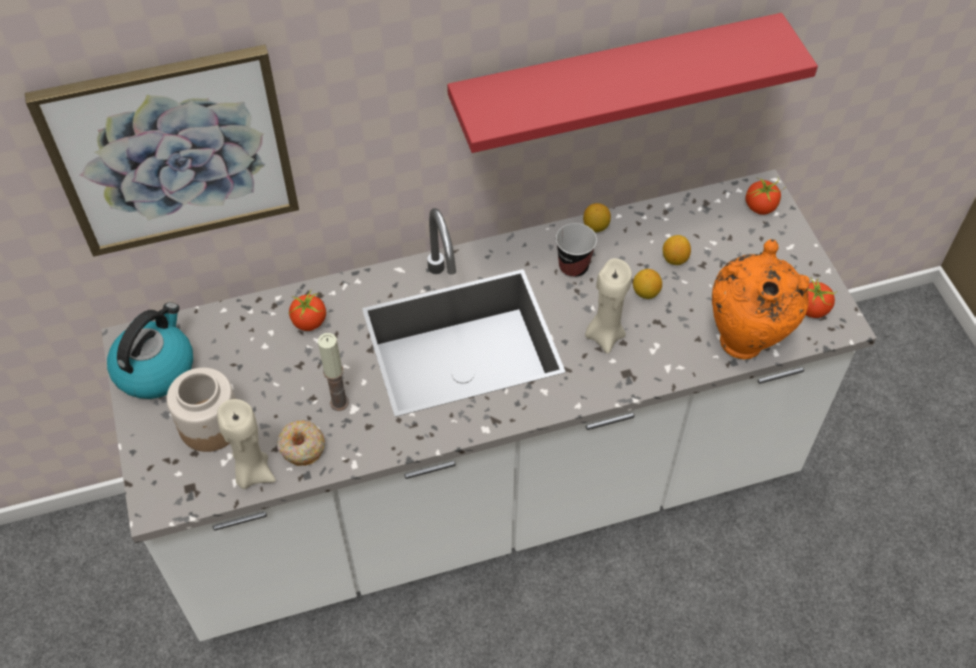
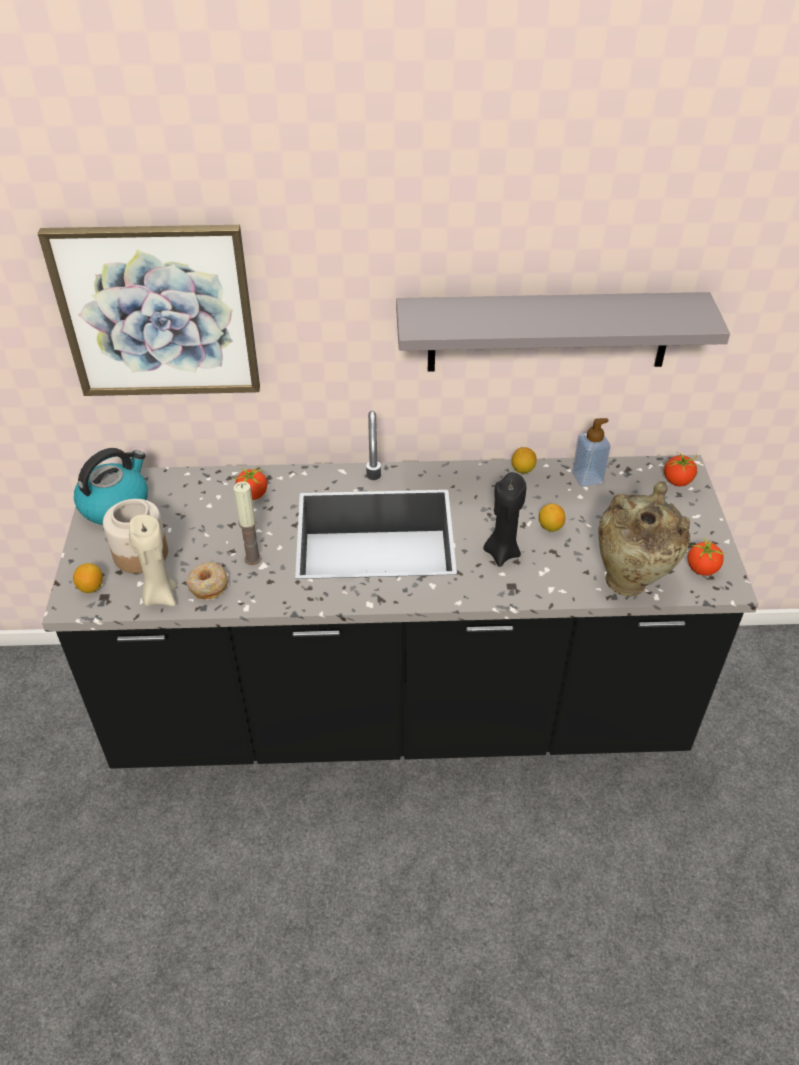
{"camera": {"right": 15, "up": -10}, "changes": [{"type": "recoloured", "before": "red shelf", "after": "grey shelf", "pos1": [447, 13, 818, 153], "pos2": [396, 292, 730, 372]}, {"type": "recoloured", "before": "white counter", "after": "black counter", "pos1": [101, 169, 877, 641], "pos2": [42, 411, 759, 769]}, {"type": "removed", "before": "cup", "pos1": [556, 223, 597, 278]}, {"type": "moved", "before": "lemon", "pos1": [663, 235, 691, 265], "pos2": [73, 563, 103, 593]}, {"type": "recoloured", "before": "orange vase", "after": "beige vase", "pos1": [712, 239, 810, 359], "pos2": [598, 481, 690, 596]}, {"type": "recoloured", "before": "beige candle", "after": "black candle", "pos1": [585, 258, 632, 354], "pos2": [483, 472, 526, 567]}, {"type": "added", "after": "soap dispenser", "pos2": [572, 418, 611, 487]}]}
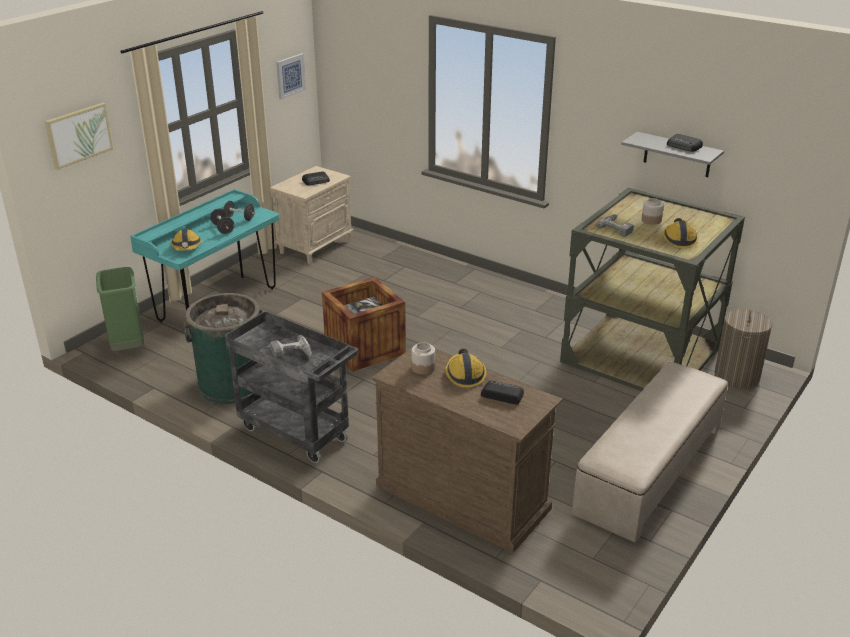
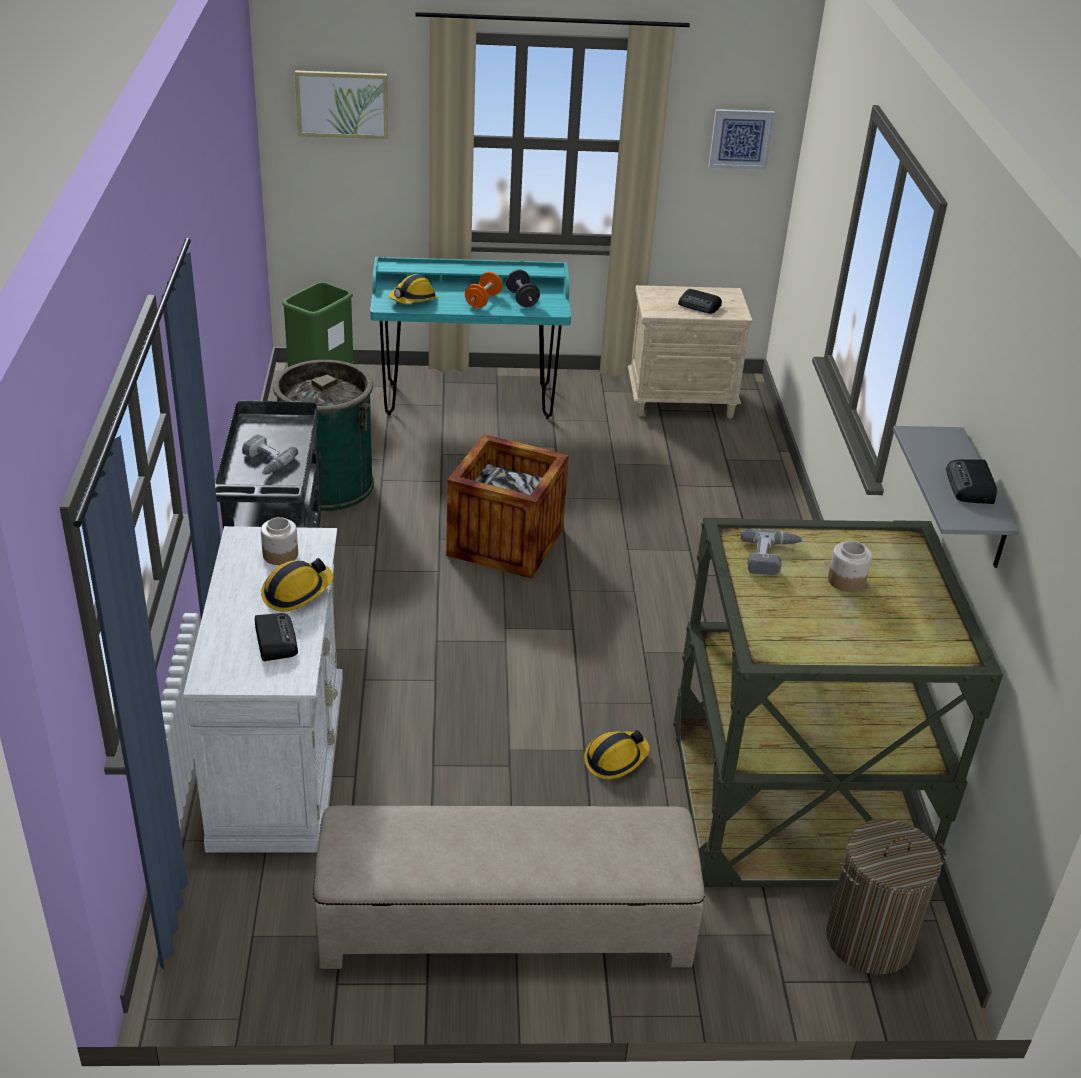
{"camera": {"right": 50, "up": 5}, "changes": [{"type": "recoloured", "before": "black dumbbell", "after": "orange dumbbell", "pos1": [210, 209, 234, 234], "pos2": [465, 272, 503, 308]}, {"type": "moved", "before": "hard hat", "pos1": [663, 218, 699, 248], "pos2": [584, 730, 650, 779]}, {"type": "recoloured", "before": "brown dresser", "after": "white dresser", "pos1": [372, 343, 563, 553], "pos2": [183, 526, 343, 853]}]}
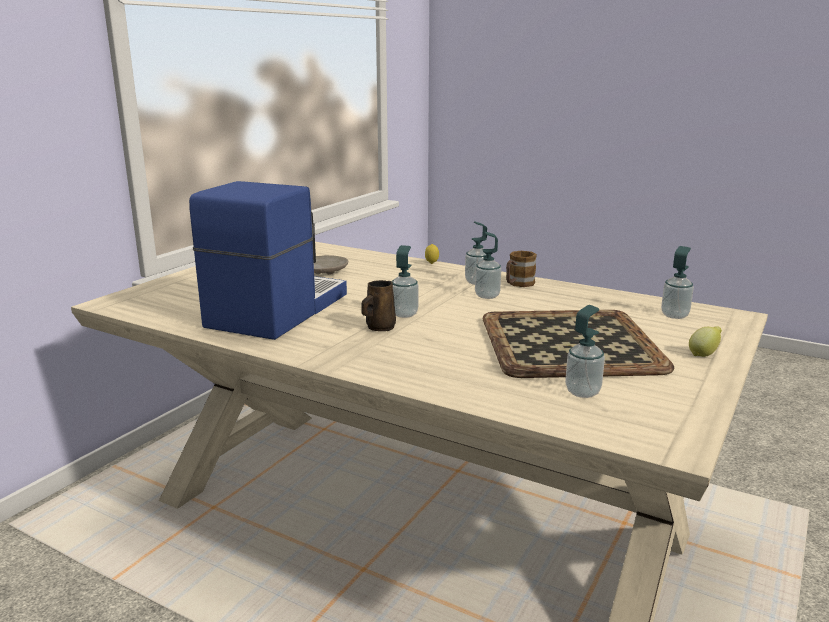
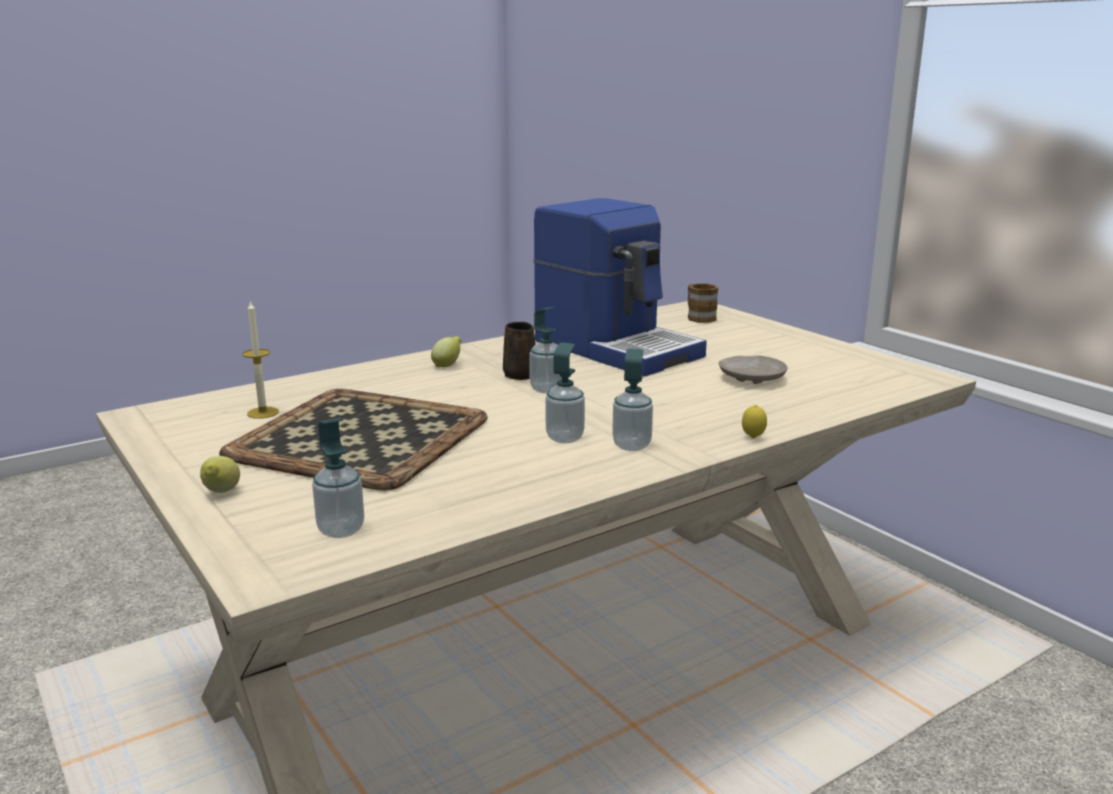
{"camera": {"right": 115, "up": 0}, "changes": [{"type": "moved", "before": "mug", "pos1": [506, 251, 537, 287], "pos2": [688, 284, 718, 323]}, {"type": "replaced", "before": "soap dispenser", "after": "candle", "pos1": [565, 305, 605, 398], "pos2": [242, 300, 279, 419]}, {"type": "added", "after": "lemon", "pos2": [431, 336, 461, 367]}]}
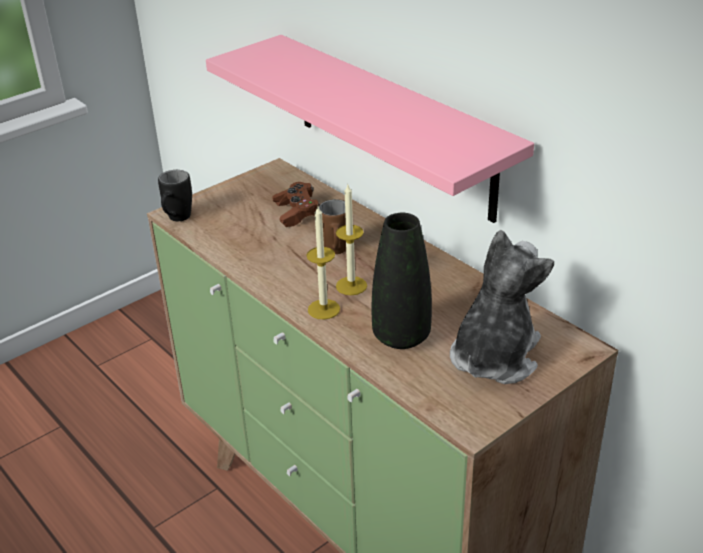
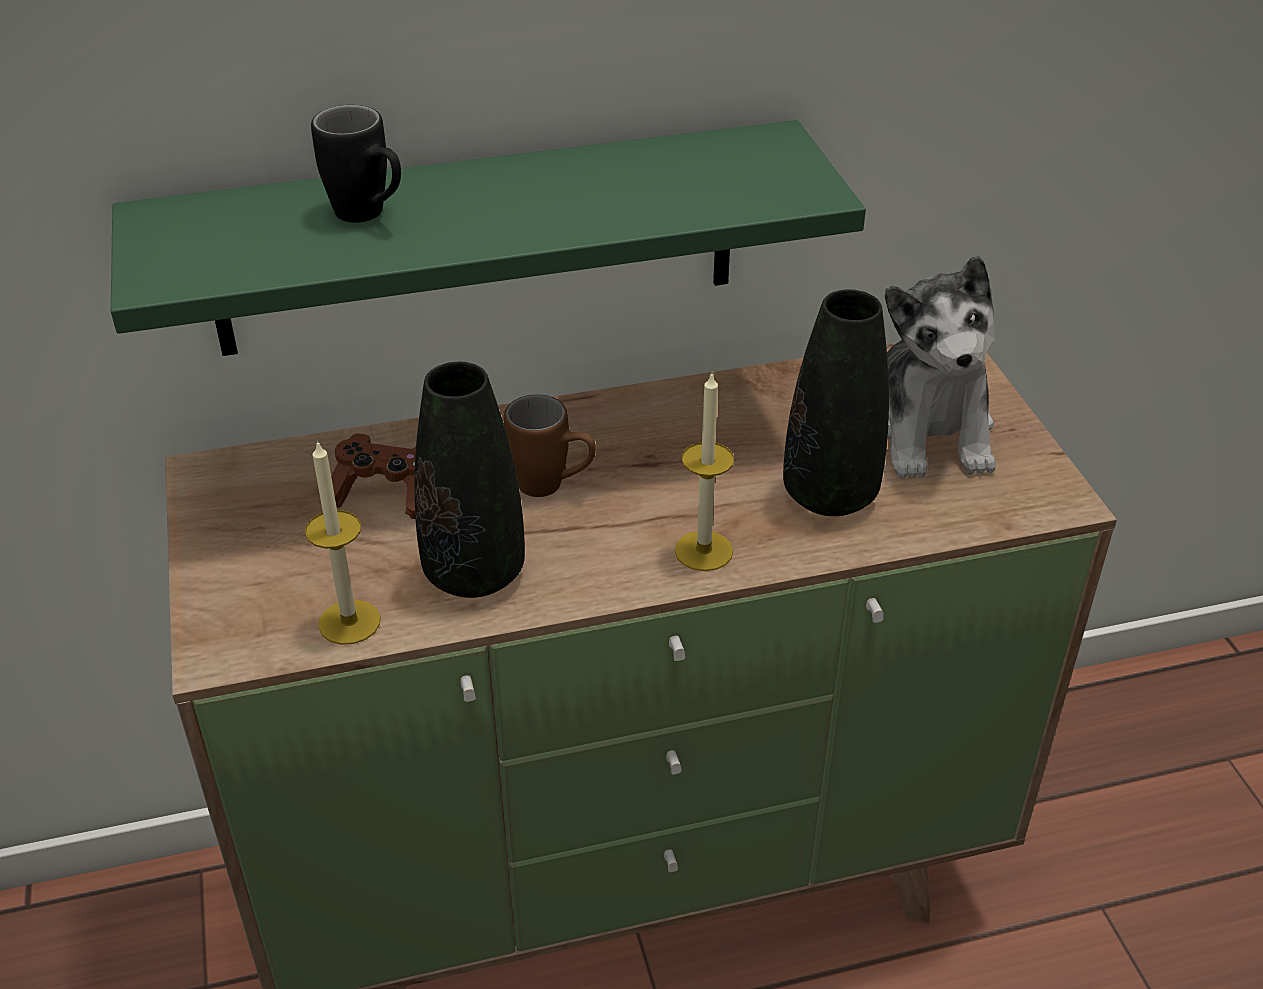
{"camera": {"right": -65, "up": 5}, "changes": [{"type": "recoloured", "before": "pink shelf", "after": "green shelf", "pos1": [206, 35, 534, 223], "pos2": [111, 120, 866, 356]}, {"type": "moved", "before": "black mug", "pos1": [158, 170, 192, 221], "pos2": [311, 105, 401, 223]}, {"type": "moved", "before": "candle", "pos1": [336, 185, 367, 295], "pos2": [305, 440, 381, 645]}, {"type": "turned", "before": "plush toy", "pos1": [450, 230, 554, 384], "pos2": [885, 255, 996, 479], "turn": -150}, {"type": "added", "after": "black vase", "pos2": [414, 362, 525, 598]}]}
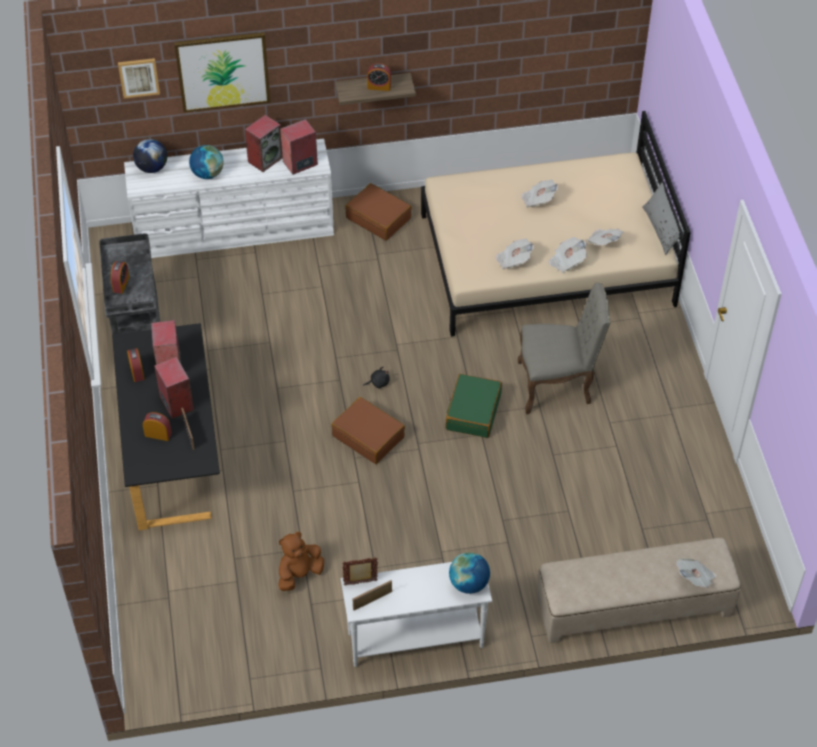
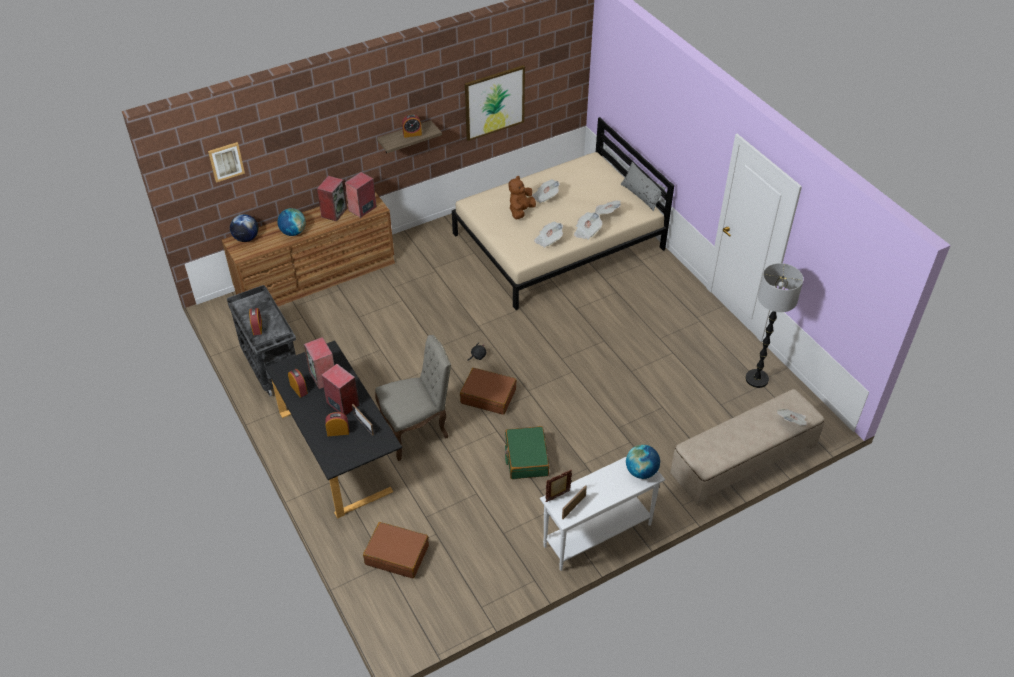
{"camera": {"right": -20, "up": -5}, "changes": [{"type": "moved", "before": "picture", "pos1": [174, 32, 271, 113], "pos2": [465, 65, 525, 141]}, {"type": "recoloured", "before": "white dresser", "after": "brown dresser", "pos1": [124, 139, 334, 258], "pos2": [222, 192, 395, 306]}, {"type": "moved", "before": "brown suitcase", "pos1": [345, 183, 412, 241], "pos2": [363, 522, 429, 578]}, {"type": "moved", "before": "grey chair", "pos1": [518, 282, 610, 414], "pos2": [375, 335, 451, 461]}, {"type": "moved", "before": "green suitcase", "pos1": [446, 374, 502, 438], "pos2": [505, 426, 550, 479]}, {"type": "moved", "before": "brown plush toy", "pos1": [279, 532, 324, 591], "pos2": [509, 176, 536, 219]}, {"type": "added", "after": "floor lamp", "pos2": [745, 263, 803, 388]}]}
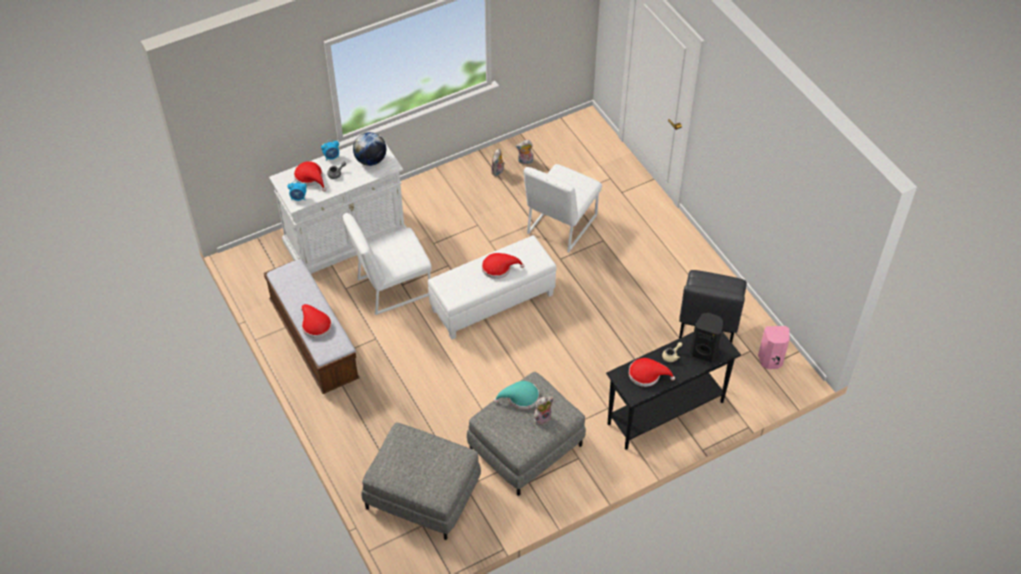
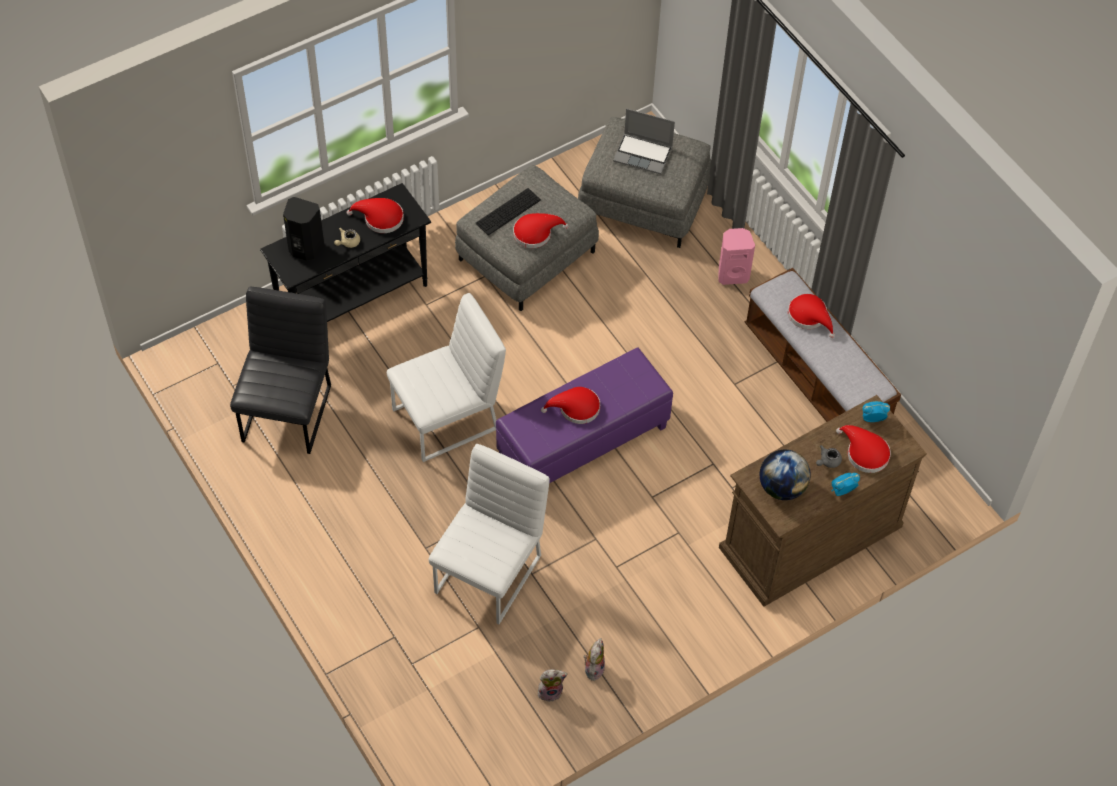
{"camera": {"right": 175, "up": 5}, "changes": [{"type": "recoloured", "before": "white dresser", "after": "brown dresser", "pos1": [269, 135, 407, 274], "pos2": [719, 395, 927, 607]}, {"type": "moved", "before": "white chair", "pos1": [343, 213, 432, 315], "pos2": [387, 293, 506, 462]}, {"type": "recoloured", "before": "white ottoman", "after": "purple ottoman", "pos1": [428, 235, 556, 340], "pos2": [496, 347, 673, 483]}, {"type": "moved", "before": "pink speaker", "pos1": [758, 326, 789, 369], "pos2": [718, 228, 755, 285]}, {"type": "recoloured", "before": "turquoise hat", "after": "red hat", "pos1": [494, 381, 539, 409], "pos2": [513, 213, 569, 248]}, {"type": "replaced", "before": "plush toy", "after": "keyboard", "pos1": [534, 397, 554, 425], "pos2": [476, 188, 541, 235]}, {"type": "added", "after": "laptop", "pos2": [613, 109, 675, 174]}]}
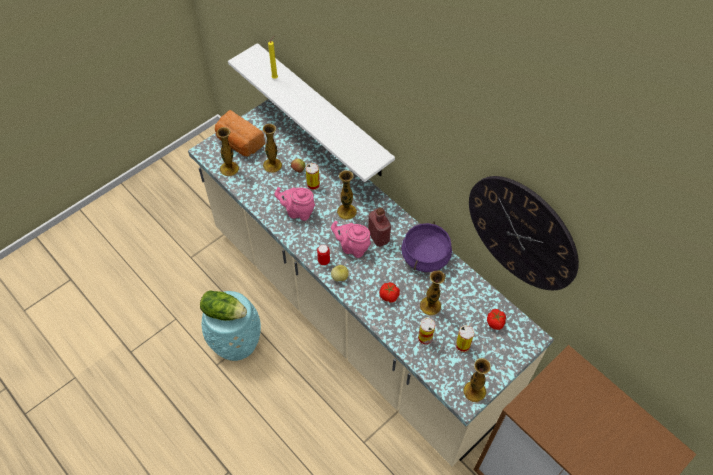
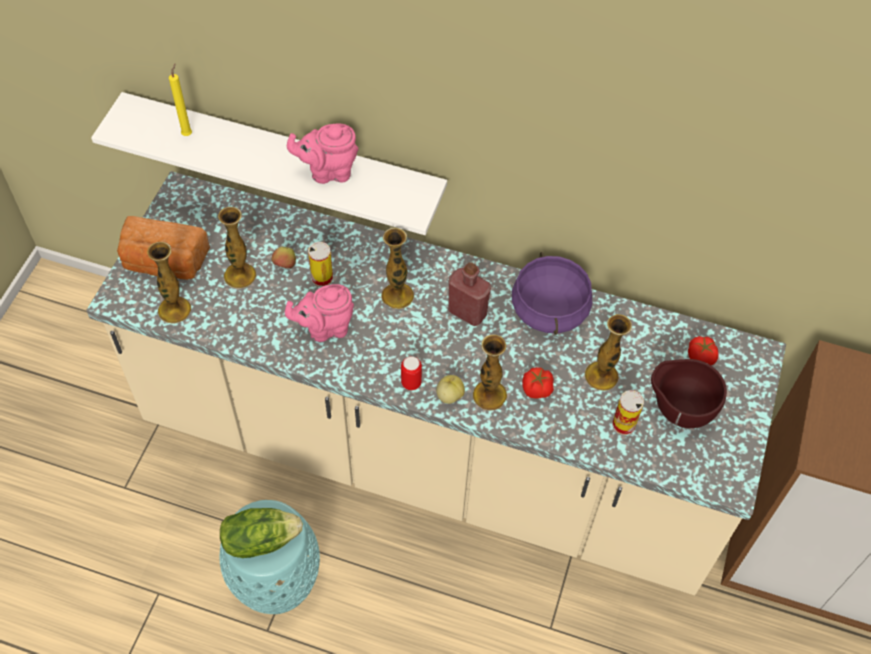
{"camera": {"right": -30, "up": 0}, "changes": [{"type": "removed", "before": "wall clock", "pos1": [469, 176, 579, 290]}, {"type": "moved", "before": "pink teapot", "pos1": [331, 221, 371, 258], "pos2": [287, 123, 358, 184]}, {"type": "replaced", "before": "can", "after": "brown bowl", "pos1": [455, 325, 474, 352], "pos2": [651, 359, 727, 428]}, {"type": "moved", "before": "vase", "pos1": [463, 358, 491, 403], "pos2": [473, 334, 507, 411]}]}
